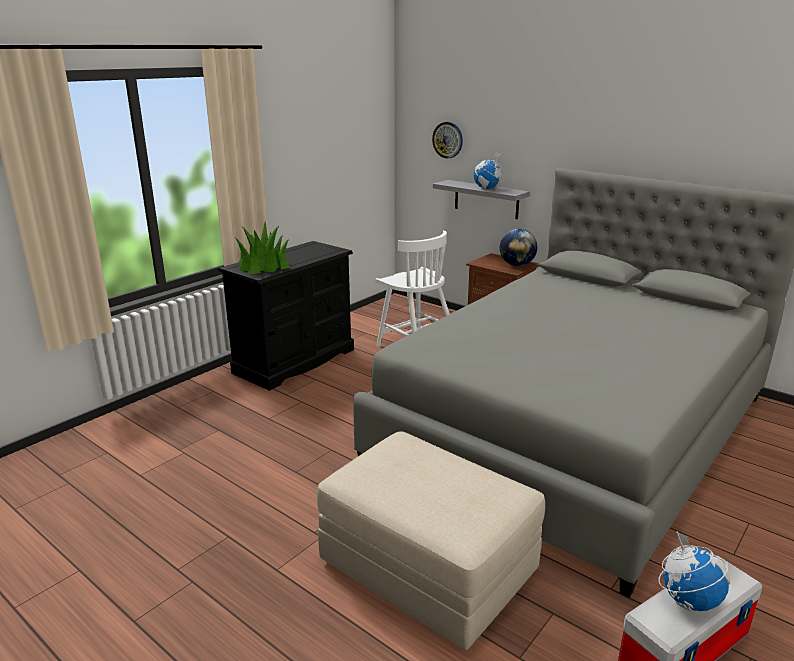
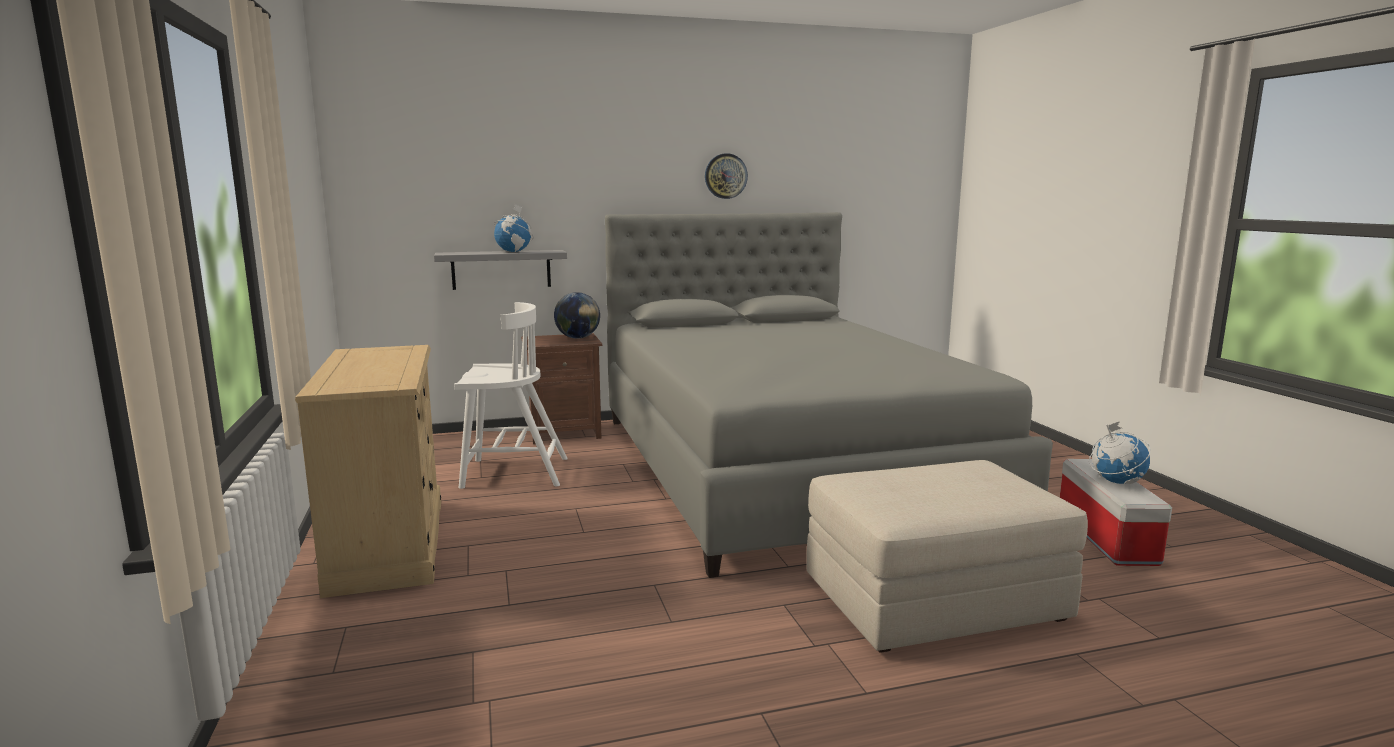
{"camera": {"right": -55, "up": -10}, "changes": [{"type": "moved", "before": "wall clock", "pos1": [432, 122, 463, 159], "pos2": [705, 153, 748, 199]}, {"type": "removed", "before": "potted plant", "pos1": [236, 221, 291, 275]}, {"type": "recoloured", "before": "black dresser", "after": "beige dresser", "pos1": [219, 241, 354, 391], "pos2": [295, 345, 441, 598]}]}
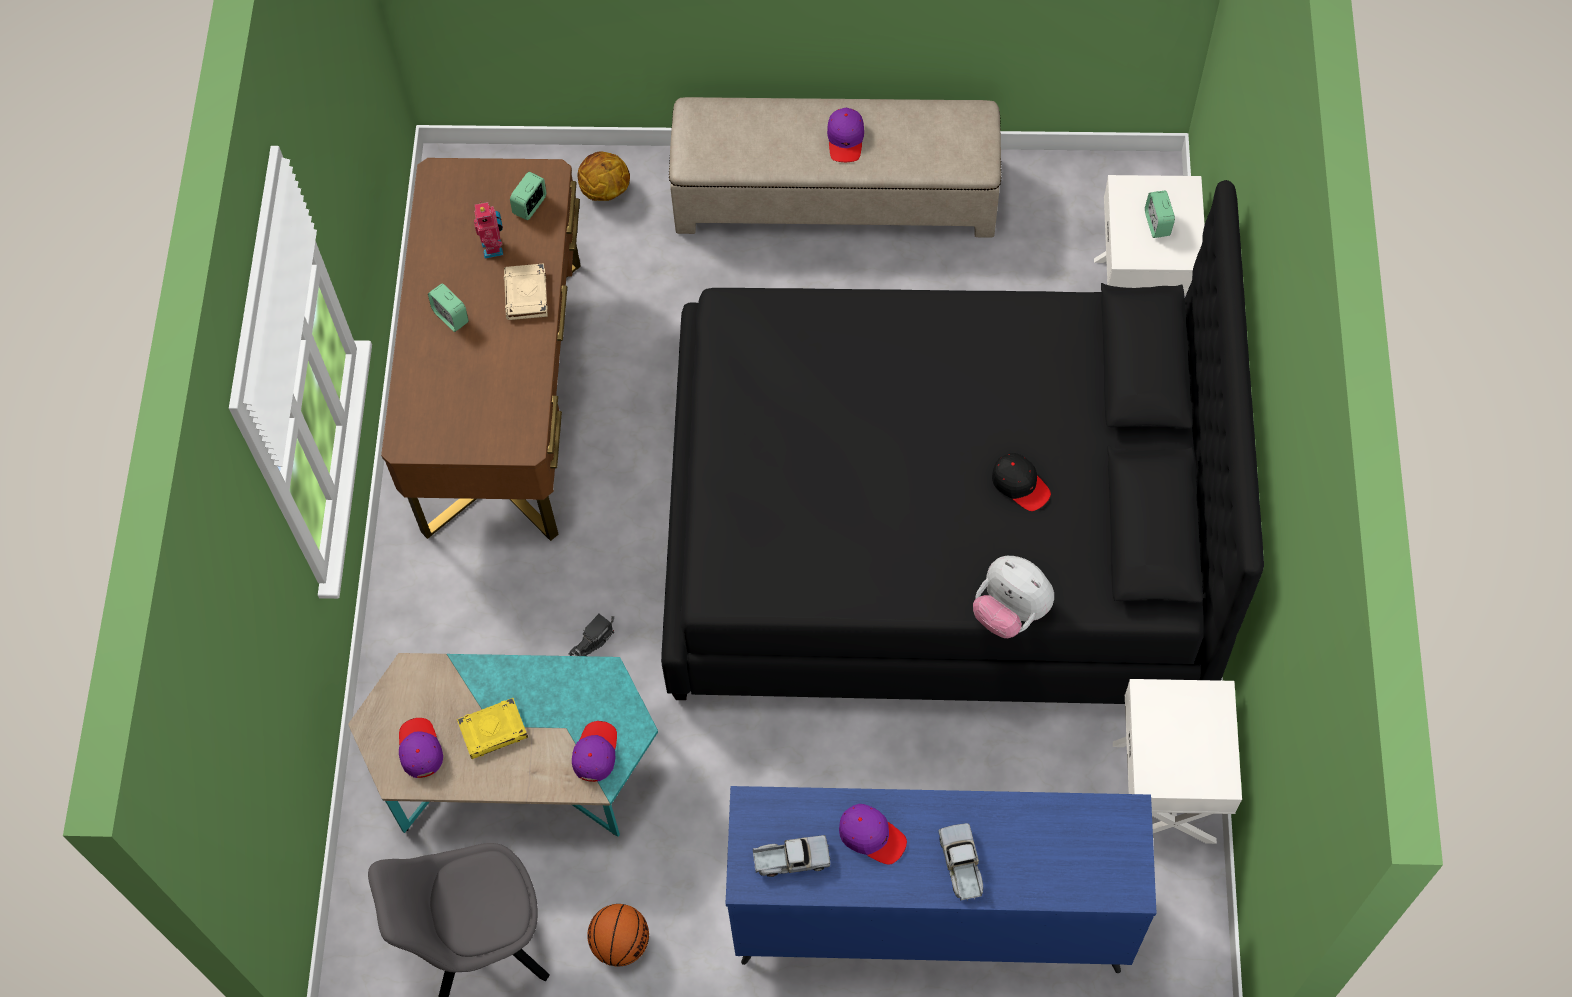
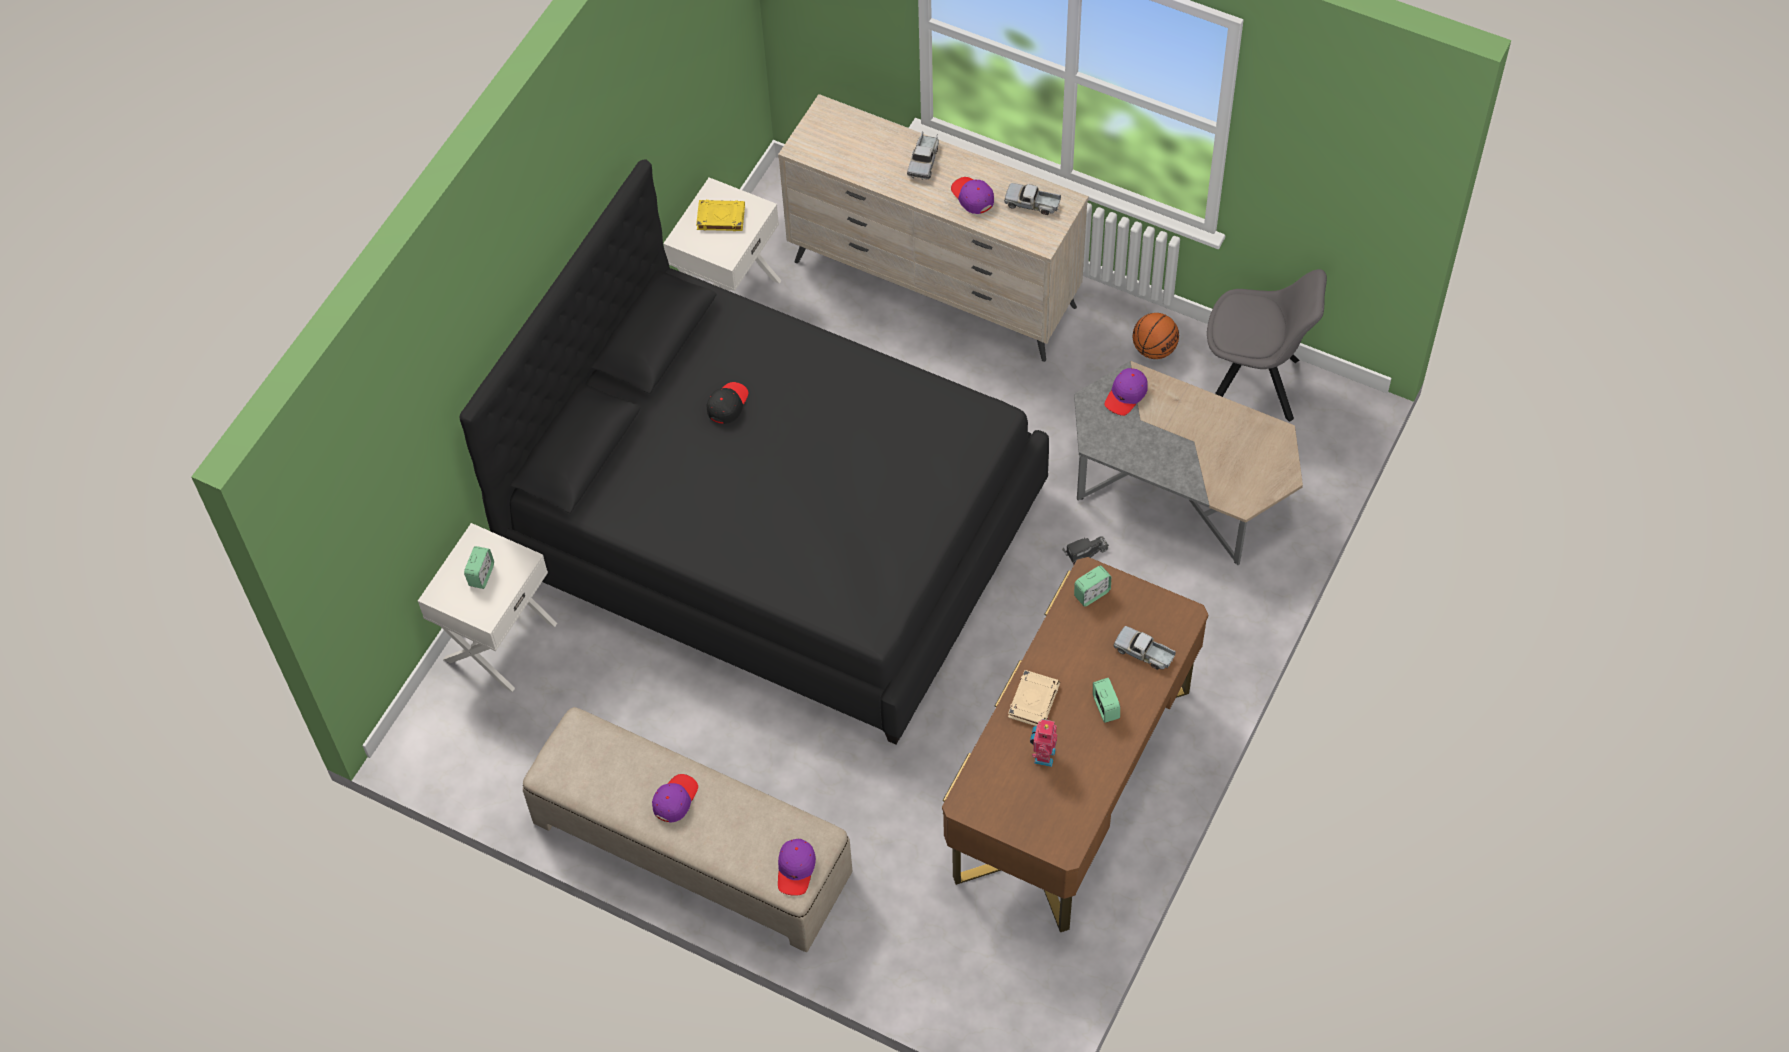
{"camera": {"right": -155, "up": -5}, "changes": [{"type": "removed", "before": "basketball", "pos1": [577, 151, 630, 201]}, {"type": "moved", "before": "alarm clock", "pos1": [510, 171, 546, 220], "pos2": [1074, 565, 1111, 607]}, {"type": "turned", "before": "black cap", "pos1": [992, 453, 1051, 511], "pos2": [707, 382, 748, 424], "turn": 45}, {"type": "removed", "before": "plush toy", "pos1": [973, 556, 1054, 638]}, {"type": "recoloured", "before": "turquoise coffee table", "after": "grey coffee table", "pos1": [348, 653, 658, 837], "pos2": [1074, 361, 1303, 565]}, {"type": "moved", "before": "yellow book", "pos1": [457, 698, 528, 759], "pos2": [696, 200, 745, 231]}, {"type": "moved", "before": "purple cap", "pos1": [399, 718, 443, 778], "pos2": [778, 839, 816, 896]}, {"type": "recoloured", "before": "blue dresser", "after": "beige dresser", "pos1": [726, 786, 1156, 973], "pos2": [778, 94, 1089, 362]}, {"type": "added", "after": "toy truck", "pos2": [1114, 626, 1176, 670]}]}
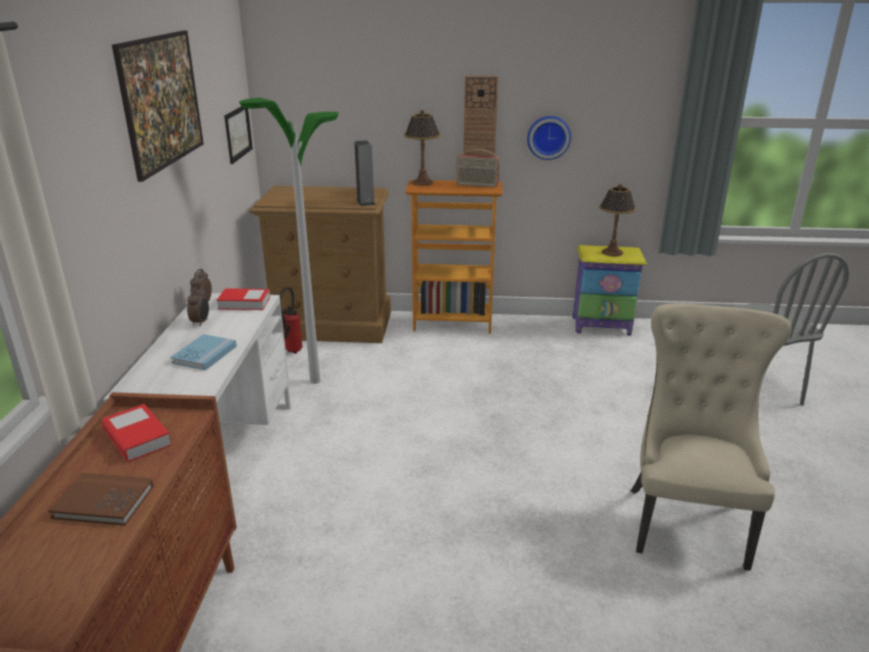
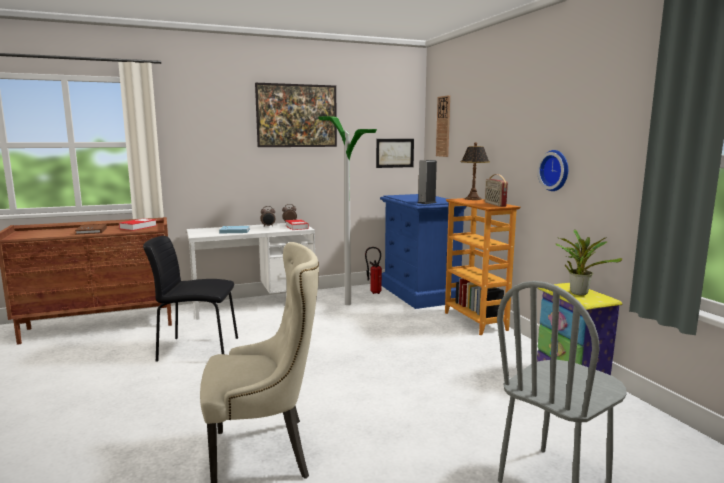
{"camera": {"right": 65, "up": -15}, "changes": [{"type": "moved", "before": "wall clock", "pos1": [463, 76, 498, 157], "pos2": [436, 95, 450, 157]}, {"type": "replaced", "before": "table lamp", "after": "potted plant", "pos1": [599, 184, 637, 256], "pos2": [556, 229, 622, 295]}, {"type": "recoloured", "before": "brown dresser", "after": "blue dresser", "pos1": [249, 186, 391, 343], "pos2": [380, 194, 467, 309]}, {"type": "added", "after": "black chair", "pos2": [143, 236, 238, 362]}]}
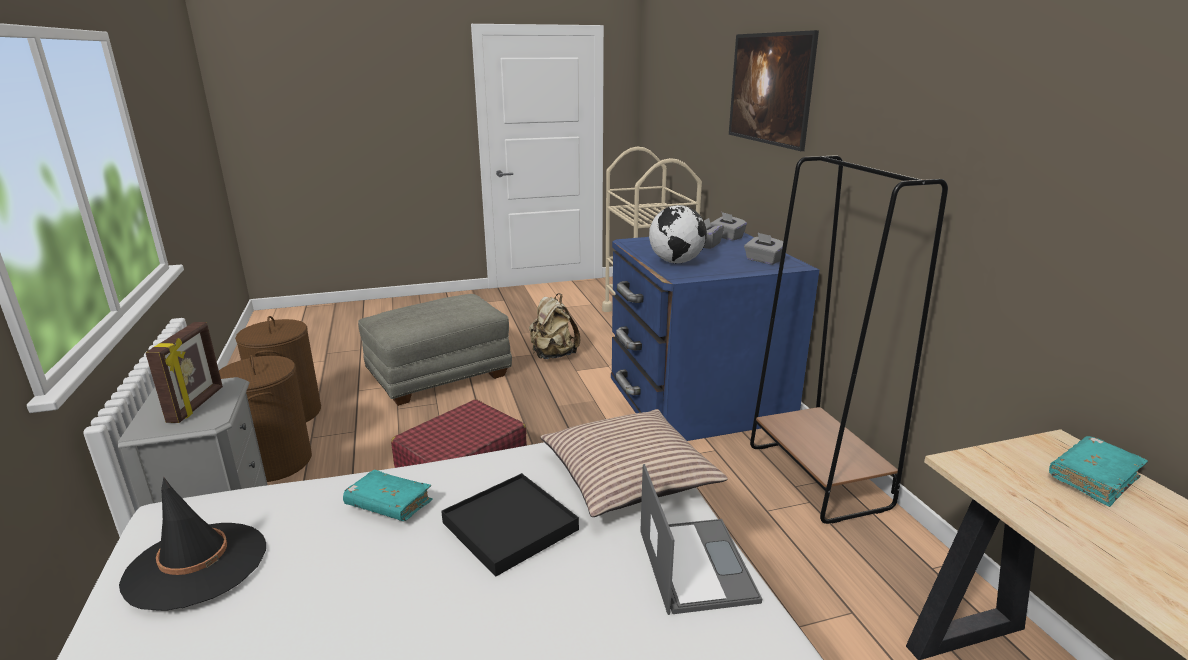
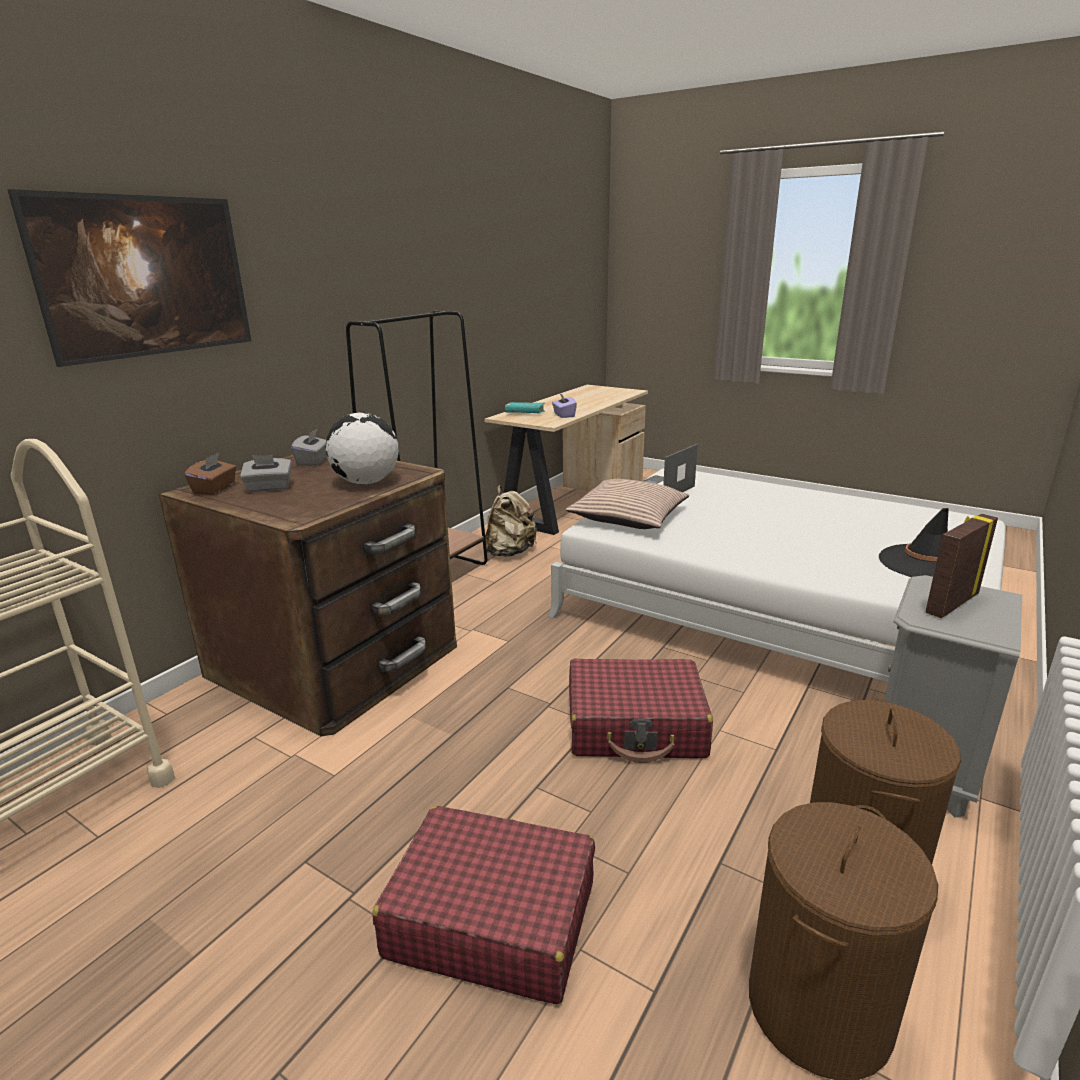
{"camera": {"right": -130, "up": 0}, "changes": [{"type": "recoloured", "before": "grey tissue box", "after": "brown tissue box", "pos1": [710, 212, 747, 241], "pos2": [184, 453, 237, 495]}, {"type": "recoloured", "before": "blue dresser", "after": "brown dresser", "pos1": [611, 233, 819, 441], "pos2": [159, 455, 457, 736]}, {"type": "moved", "before": "beige backpack", "pos1": [529, 293, 580, 359], "pos2": [485, 485, 537, 557]}, {"type": "replaced", "before": "grey ottoman", "after": "red suitcase", "pos1": [358, 294, 512, 406], "pos2": [372, 806, 595, 1005]}, {"type": "removed", "before": "turquoise book", "pos1": [343, 470, 433, 521]}, {"type": "removed", "before": "black tray", "pos1": [441, 473, 579, 577]}, {"type": "added", "after": "purple tissue box", "pos2": [552, 393, 577, 418]}]}
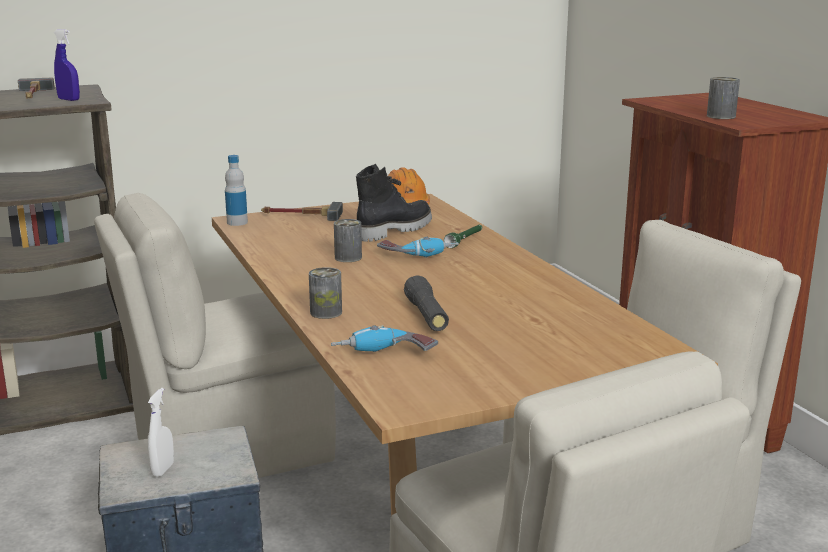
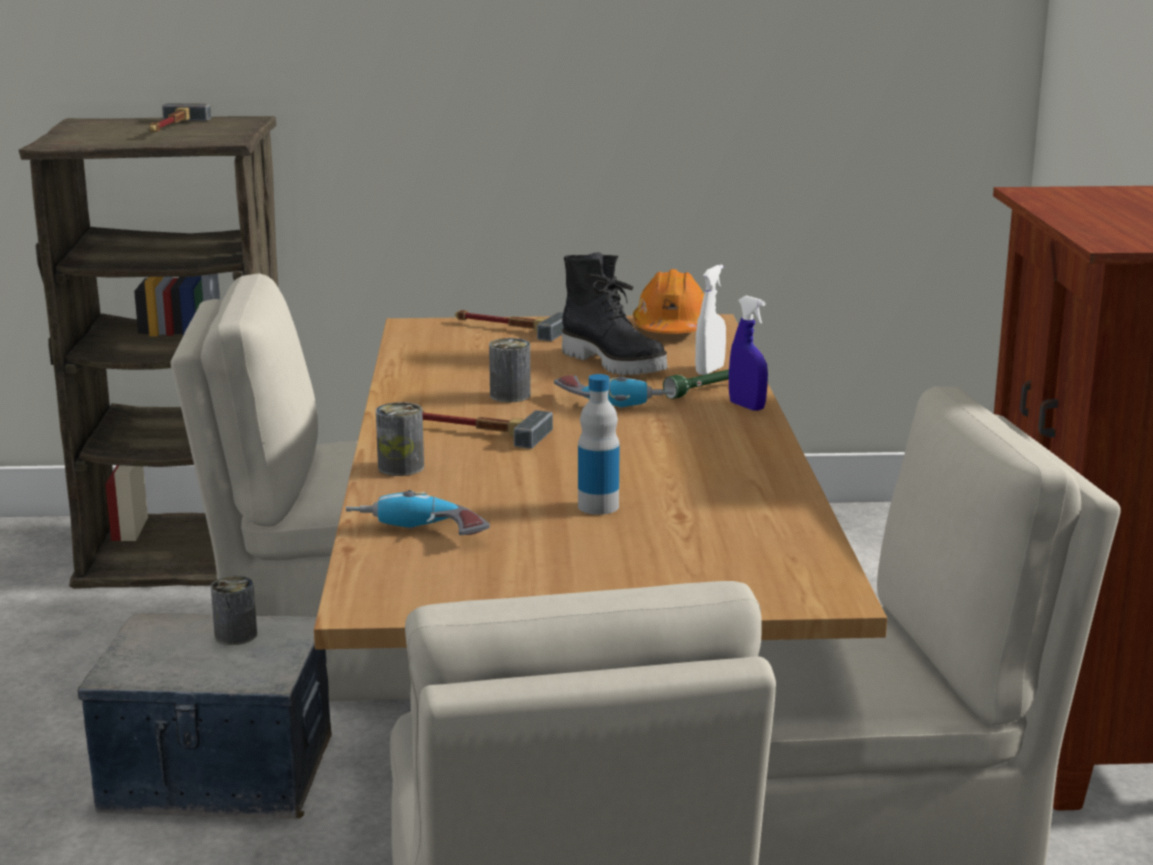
{"camera": {"right": 20, "up": 0}, "changes": [{"type": "moved", "before": "blue spray bottle", "pos1": [54, 29, 80, 101], "pos2": [729, 295, 768, 411]}, {"type": "moved", "before": "can", "pos1": [707, 77, 740, 119], "pos2": [211, 576, 257, 645]}, {"type": "moved", "before": "bottle", "pos1": [225, 155, 248, 226], "pos2": [578, 374, 620, 515]}, {"type": "turned", "before": "black boot", "pos1": [356, 164, 432, 242], "pos2": [562, 252, 668, 375], "turn": 75}, {"type": "removed", "before": "black flashlight", "pos1": [404, 275, 449, 331]}, {"type": "moved", "before": "white spray bottle", "pos1": [148, 388, 174, 477], "pos2": [695, 265, 726, 375]}, {"type": "added", "after": "hammer", "pos2": [422, 410, 553, 449]}]}
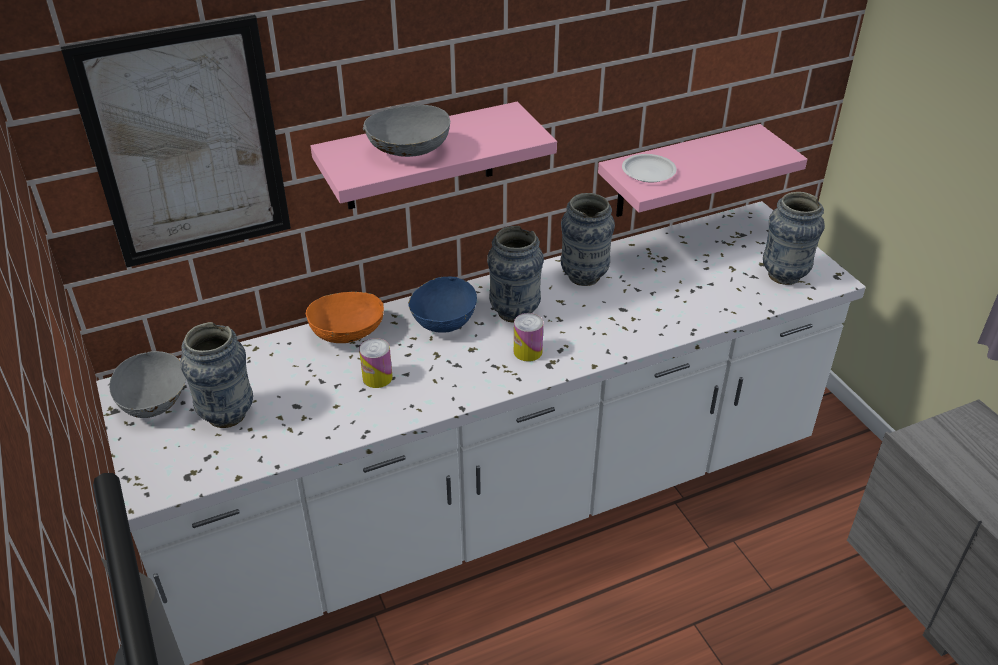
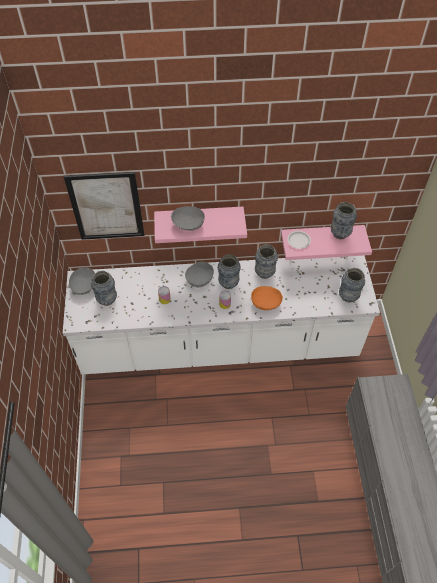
{"camera": {"right": 20, "up": 15}, "changes": [{"type": "recoloured", "before": "blue bowl", "after": "grey bowl", "pos1": [408, 276, 477, 333], "pos2": [185, 262, 214, 287]}, {"type": "moved", "before": "orange bowl", "pos1": [306, 292, 384, 343], "pos2": [251, 286, 283, 310]}, {"type": "added", "after": "vase", "pos2": [331, 202, 357, 239]}]}
